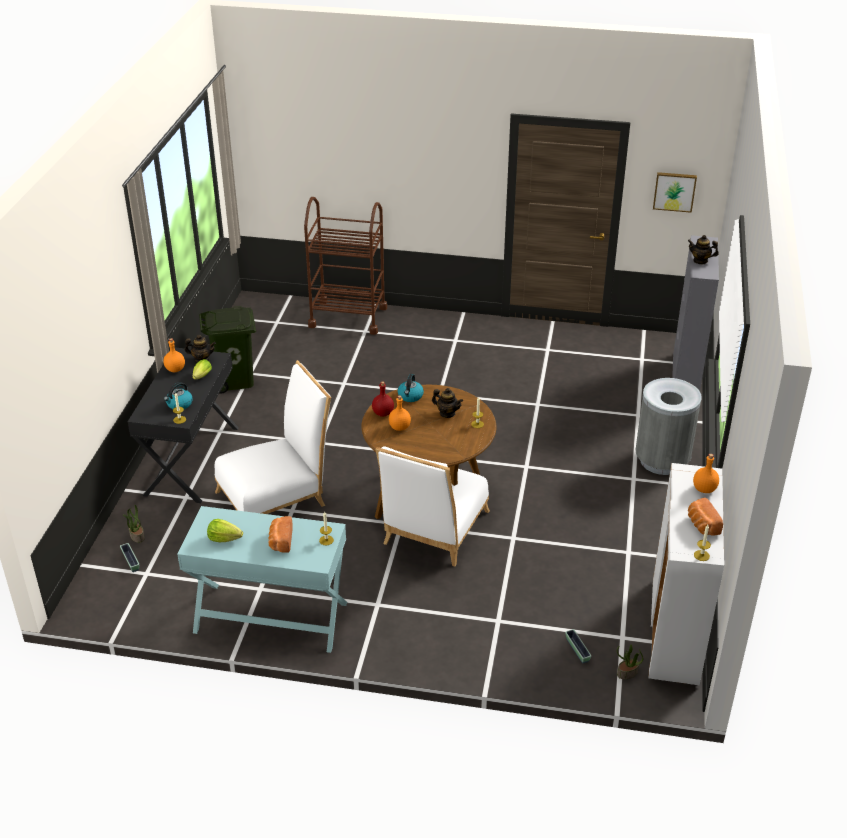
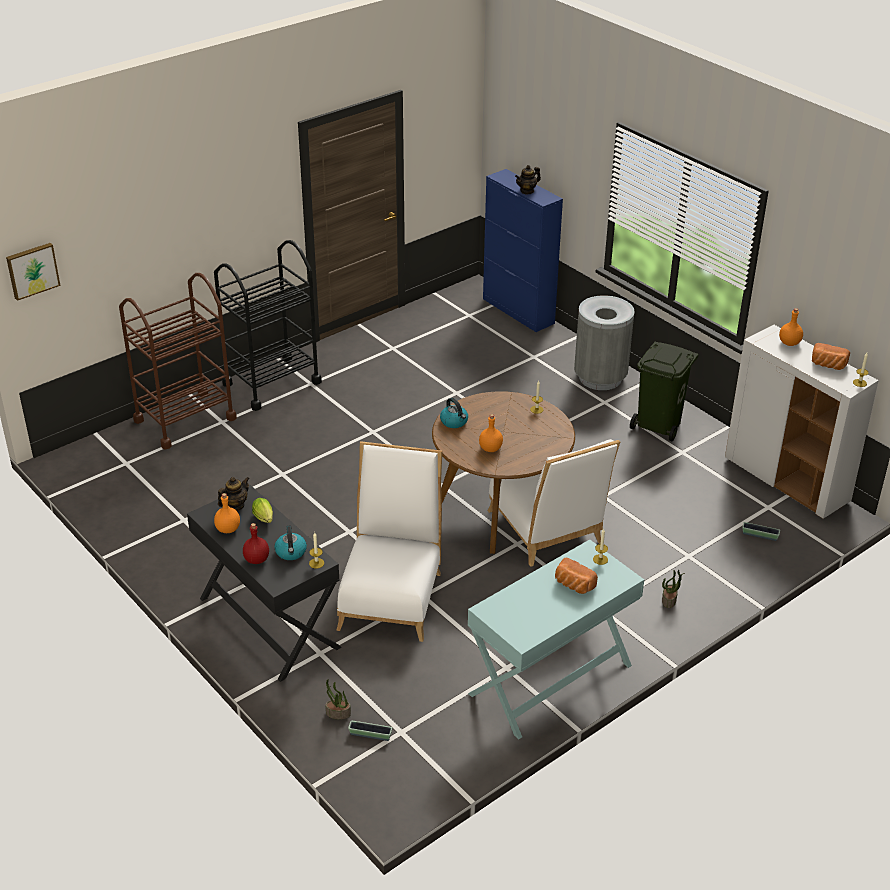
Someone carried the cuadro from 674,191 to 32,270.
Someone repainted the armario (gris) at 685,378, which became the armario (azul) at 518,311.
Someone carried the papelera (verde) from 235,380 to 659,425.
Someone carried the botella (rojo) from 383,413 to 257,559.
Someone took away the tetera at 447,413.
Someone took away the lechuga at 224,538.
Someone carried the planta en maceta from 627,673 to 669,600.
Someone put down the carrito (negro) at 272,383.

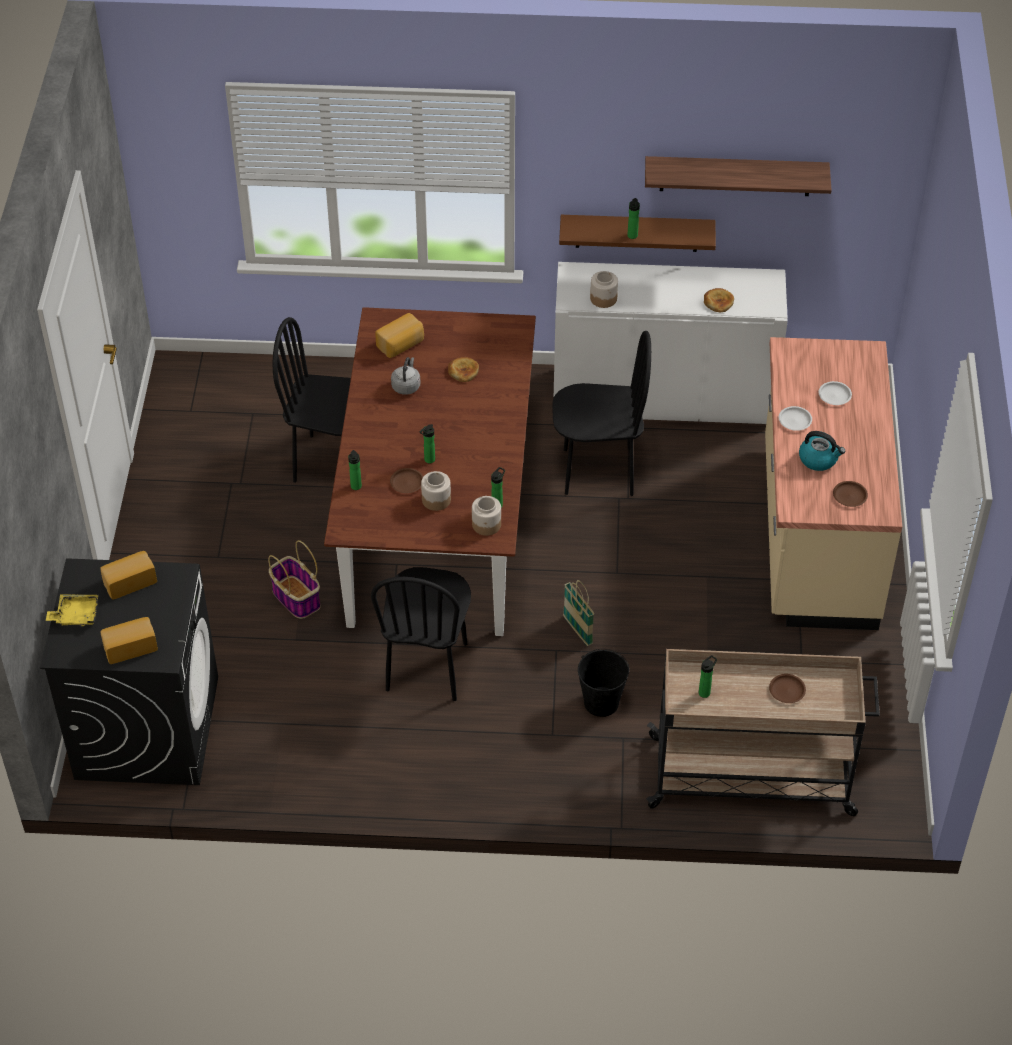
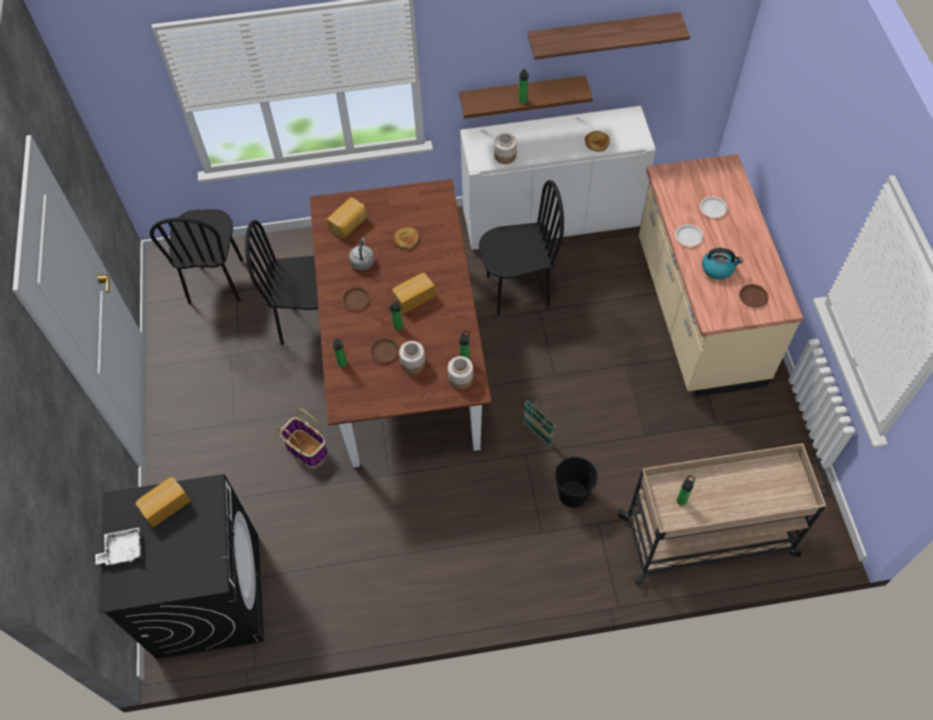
Someone carried the silla (negro) from 427,667 to 216,281.
Someone repainted the bandeja (amarillo) at 76,615, which became the bandeja (blanco) at 123,550.
Someone carried the pan from 130,646 to 413,297.
Someone carried the plato (marrón) from 786,690 to 356,299.

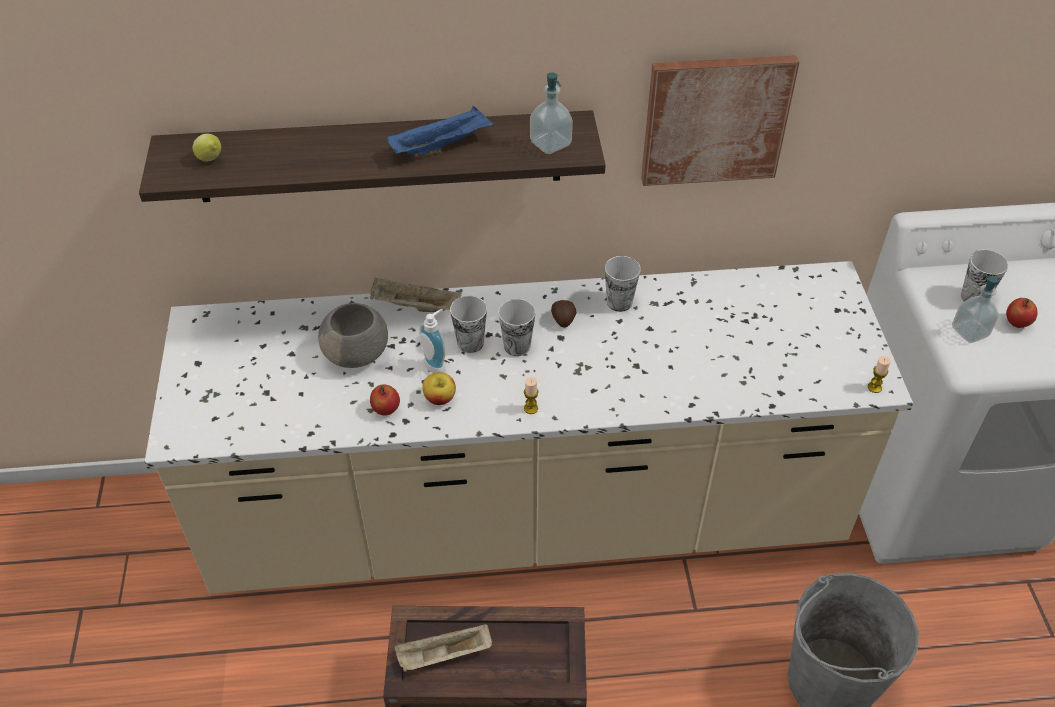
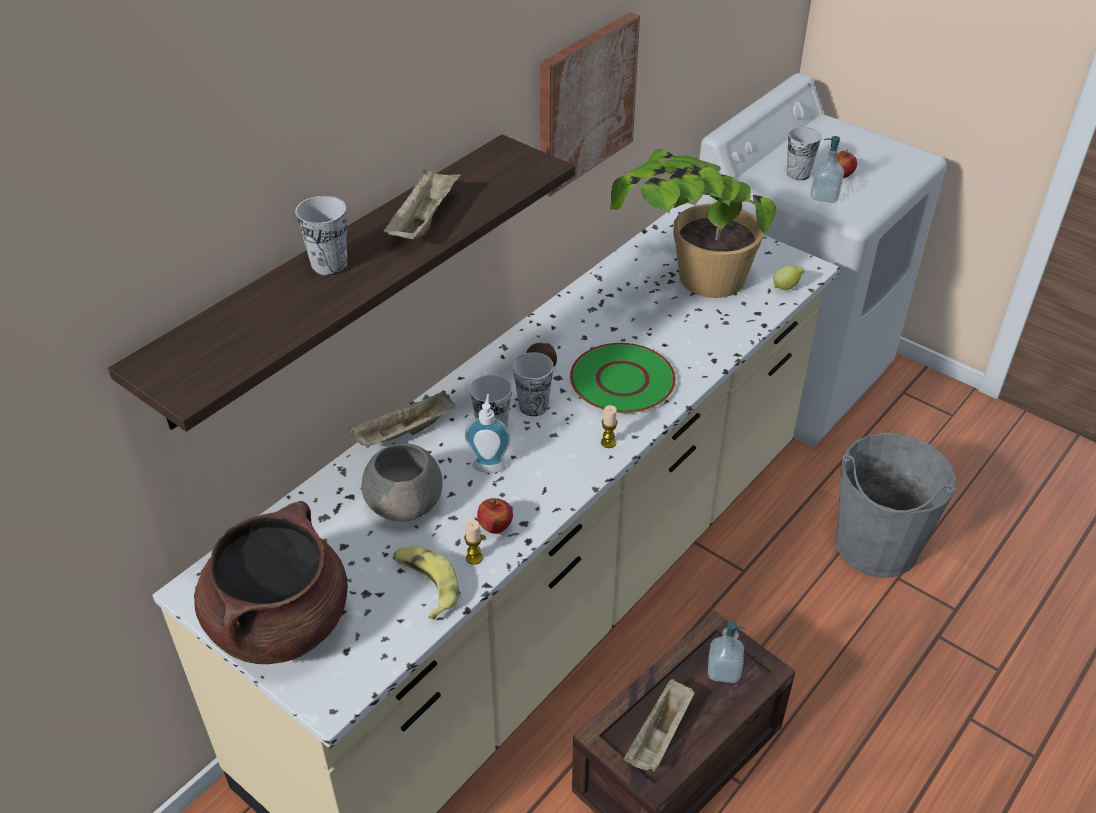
Someone carried the dispensador de jabón from 550,144 to 723,670.
Someone repainted the bandeja (azul) at 442,146, which became the bandeja (beis) at 423,221.
Someone carried the limón from 211,160 to 786,287.
Someone carried the taza from 619,302 to 329,265.
Someone carried the vela from 874,387 to 474,558.
Someone took away the manzana at 440,398.
Someone put down the planta en maceta at 684,290.
Someone put down the plato (verde) at 622,381.
Someone put down the olla (marrón) at 280,622.
Someone put down the plátano at 426,584.

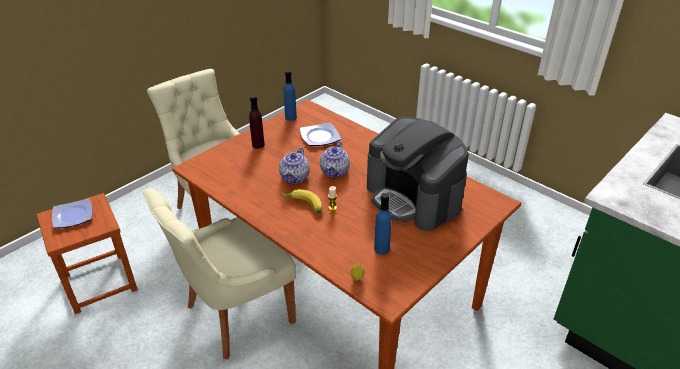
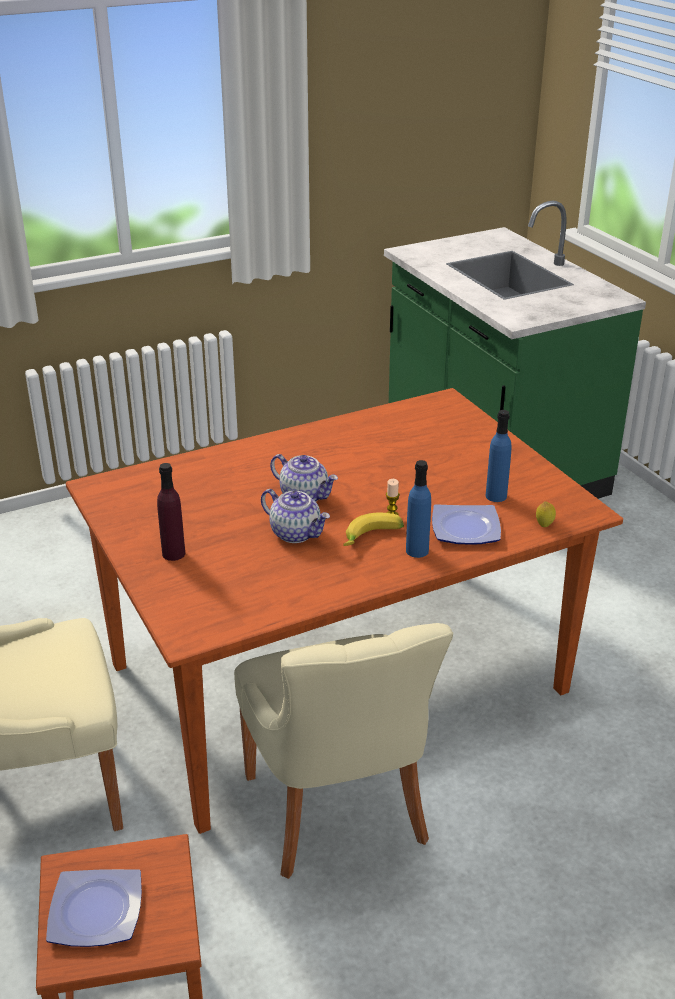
Someone carried the botella (azul) from 290,117 to 417,550.
Someone took away the cafetera at 414,197.
Someone carried the plato from 321,137 to 467,528.

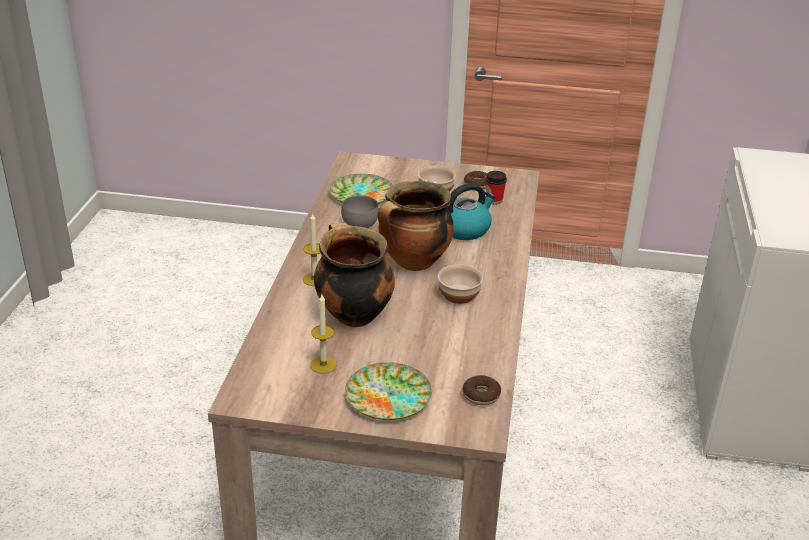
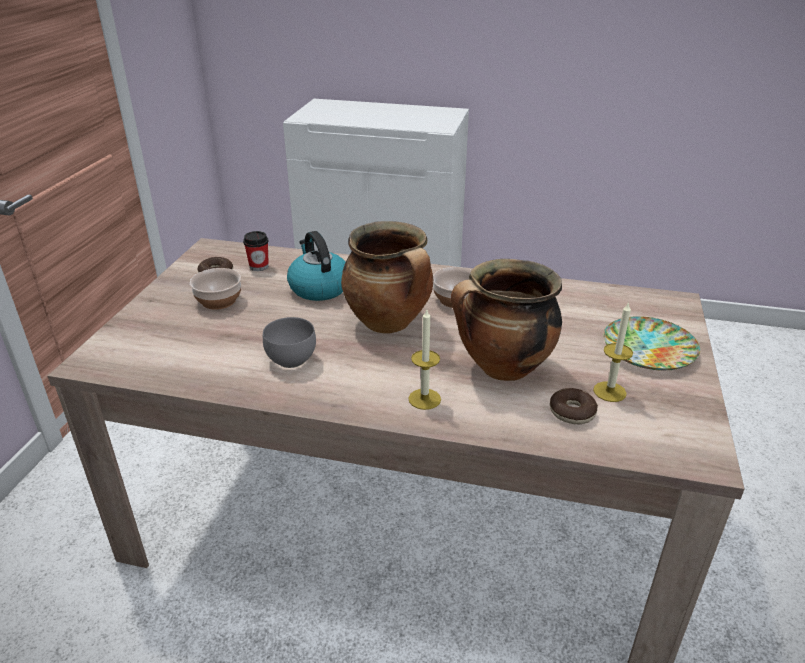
Someone took away the plato at 361,194.
Someone carried the rosquilla from 481,395 to 572,412.

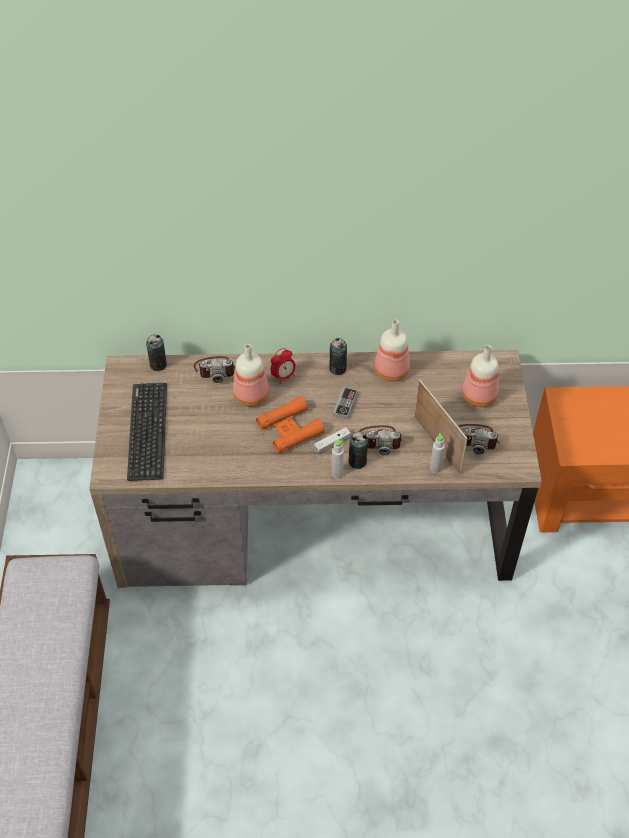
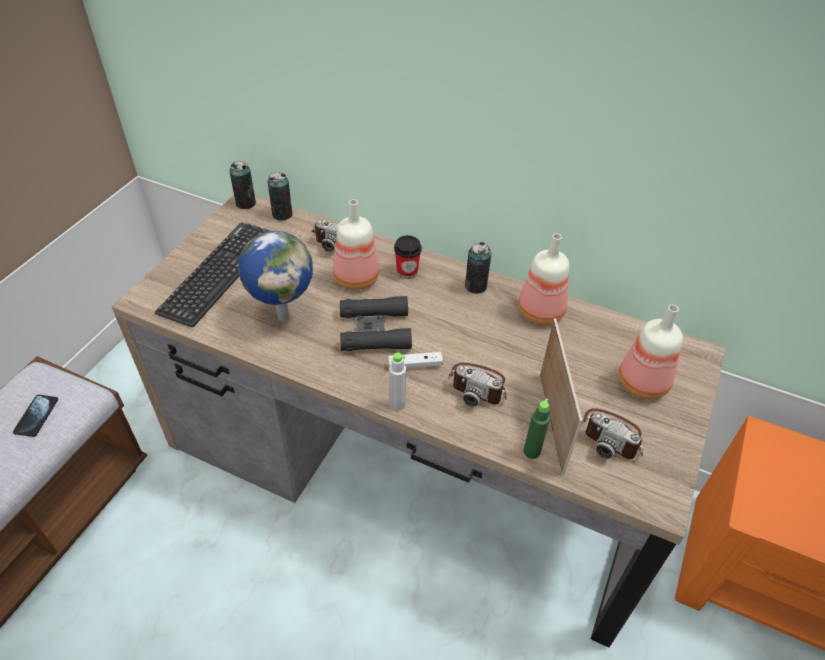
Someone swapped the despertador at 283,376 for the taza at 407,272.
Someone took away the mando de consola at 345,404.
Someone repainted the prismáticos (naranja) at 290,429, which became the prismáticos (negro) at 375,330.
Someone carried the lata from 357,462 to 245,203.
Someone repainted the botella (gris) at 435,468, which became the botella (verde) at 531,451.
Someone put down the globo terráqueo at 283,316.
Someone put down the móvil at 36,416.

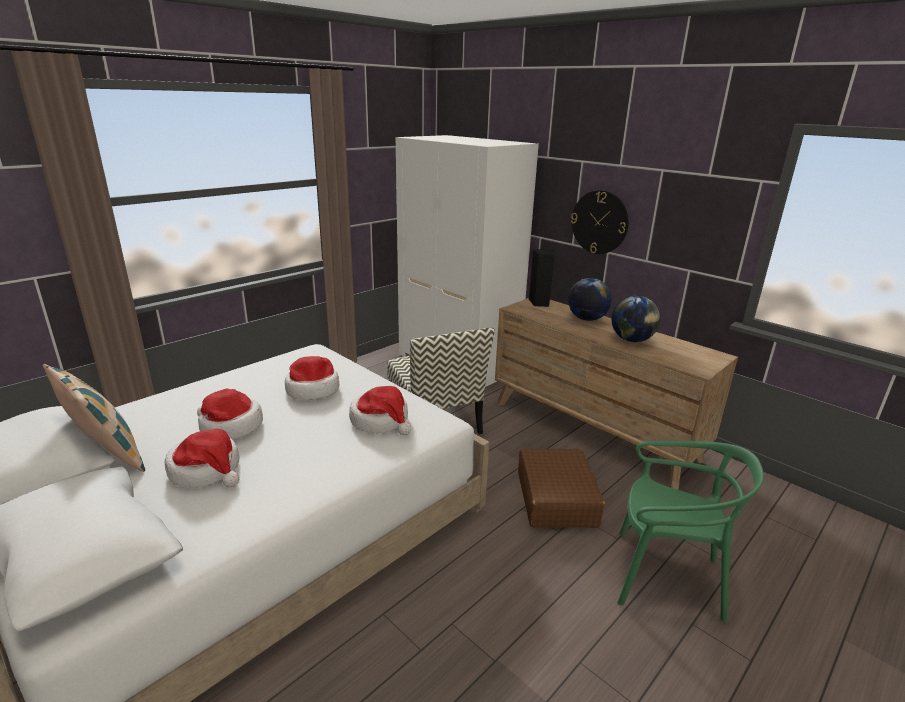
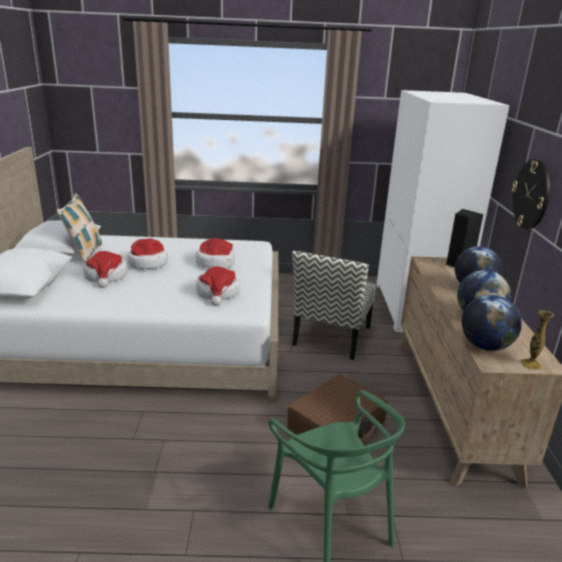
Someone put down the globo terráqueo at 485,346.
Someone put down the florero at 531,364.

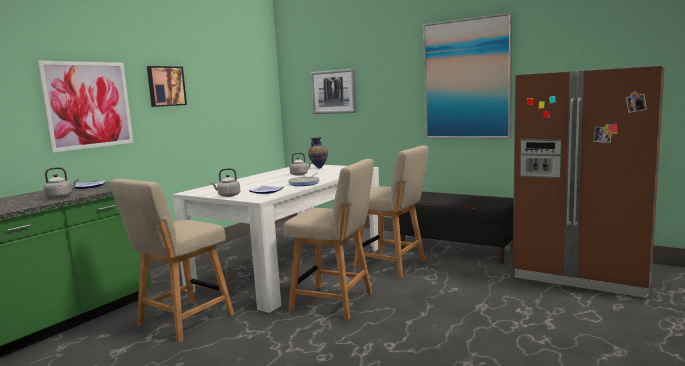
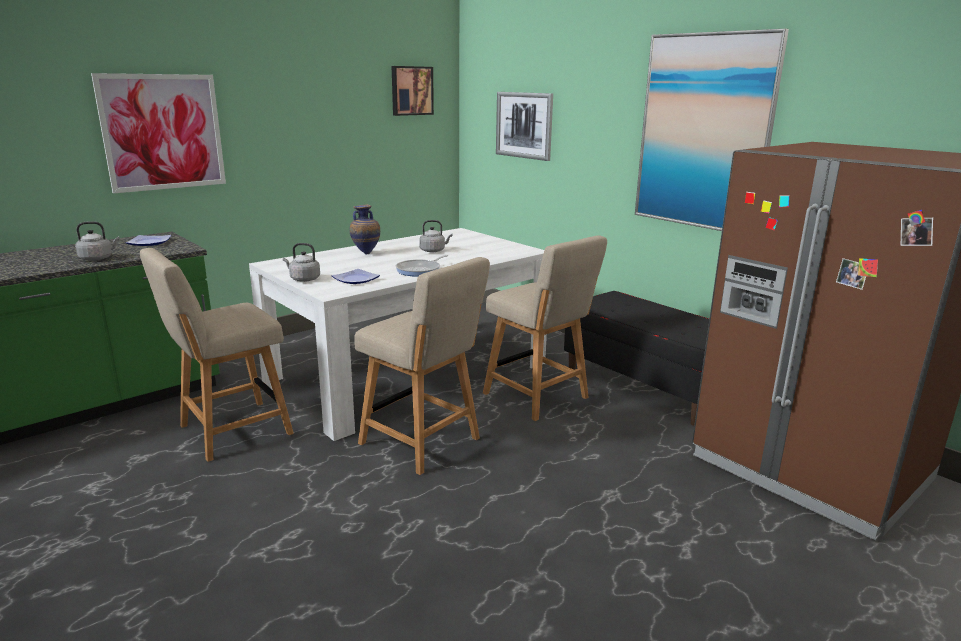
Someone carried the cuadro from 166,86 to 411,90.
Someone carried the florero from 318,168 to 366,253.

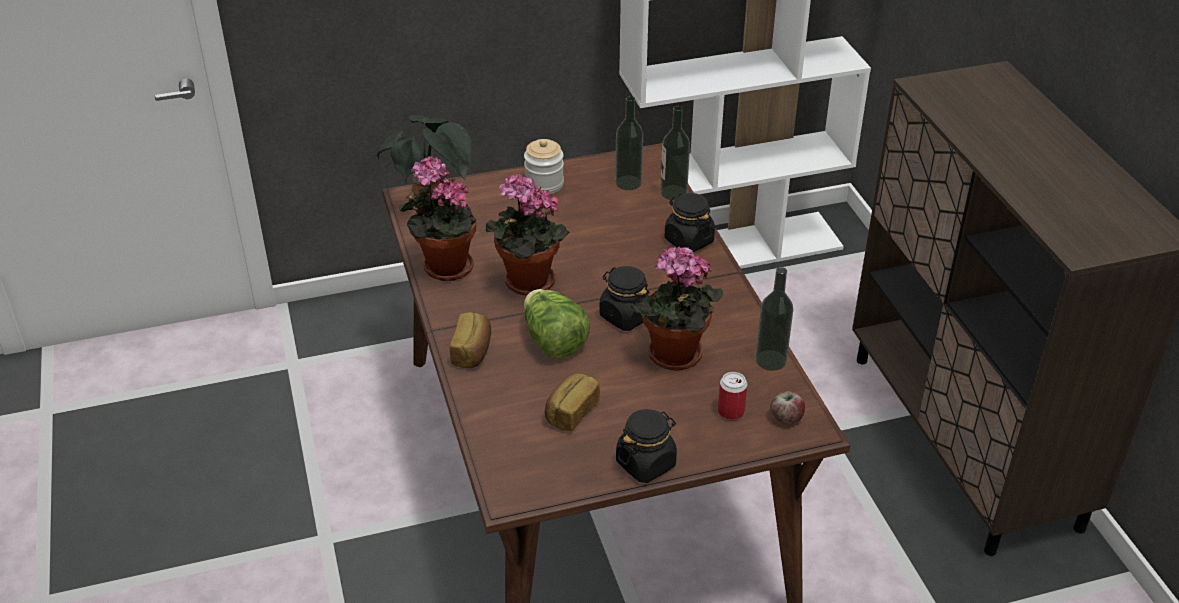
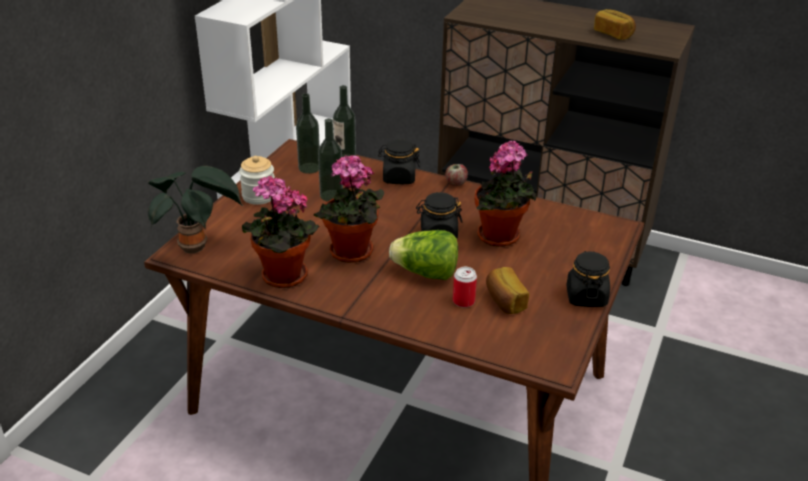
Someone carried the botella from 771,360 to 331,195.
Someone carried the pan from 473,352 to 613,34.
Someone carried the lata from 731,411 to 463,301.
Someone carried the manzana from 786,418 to 455,183.

